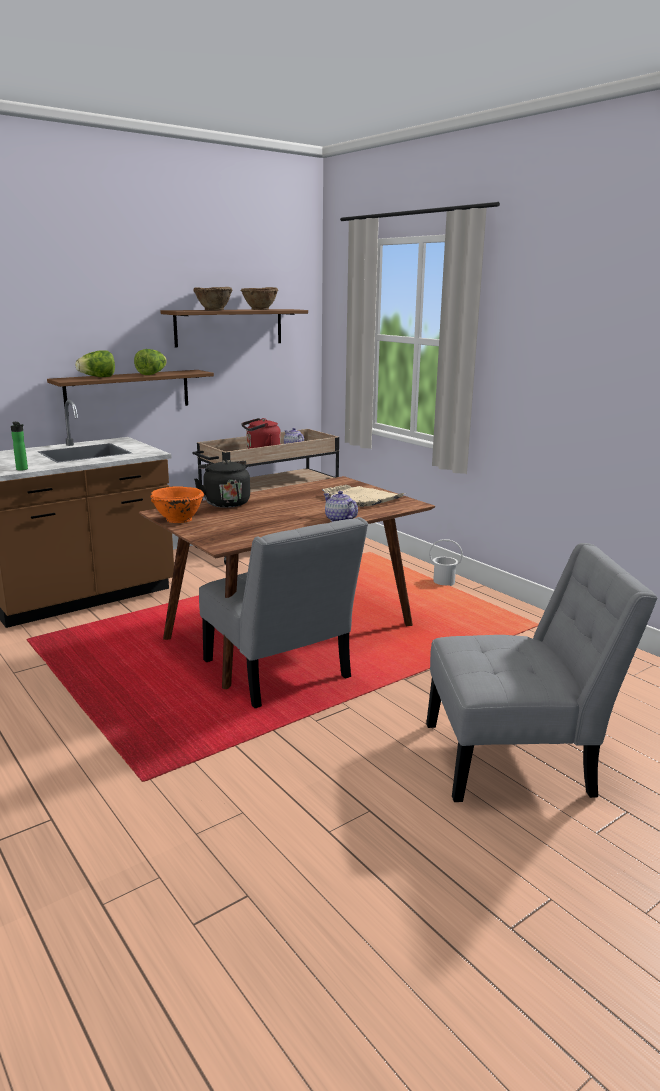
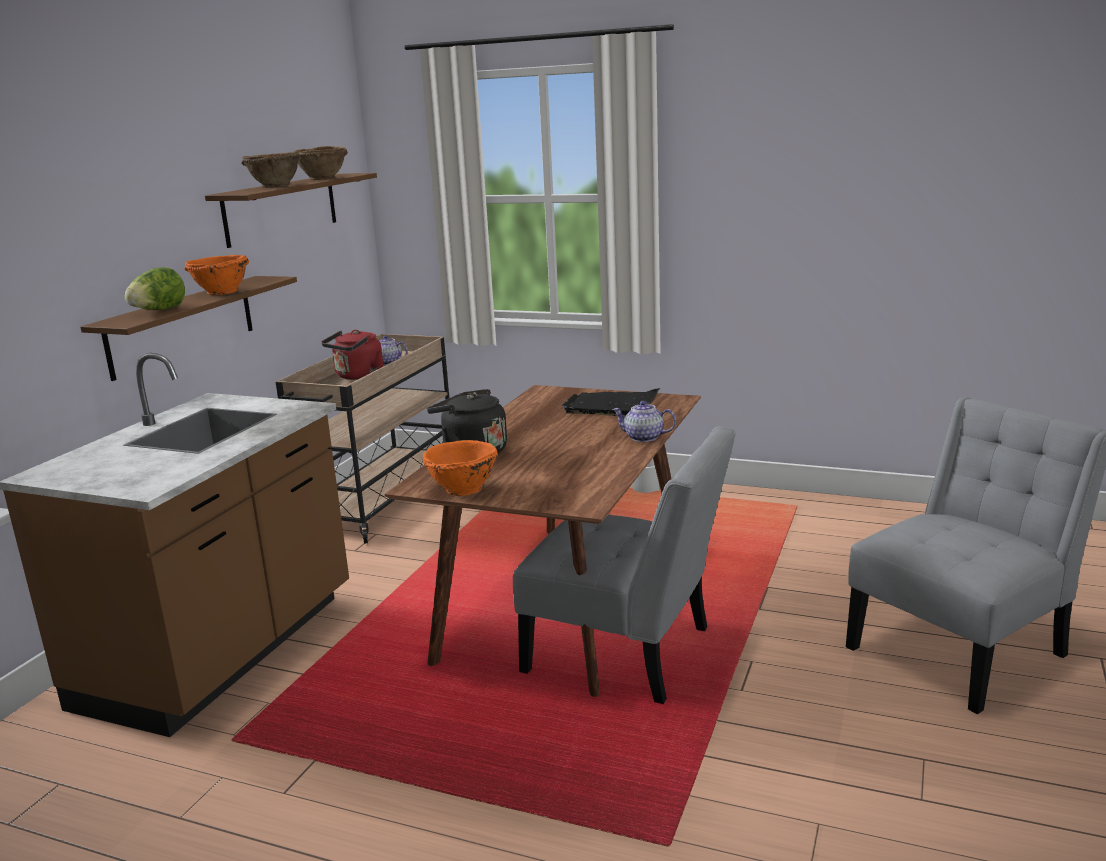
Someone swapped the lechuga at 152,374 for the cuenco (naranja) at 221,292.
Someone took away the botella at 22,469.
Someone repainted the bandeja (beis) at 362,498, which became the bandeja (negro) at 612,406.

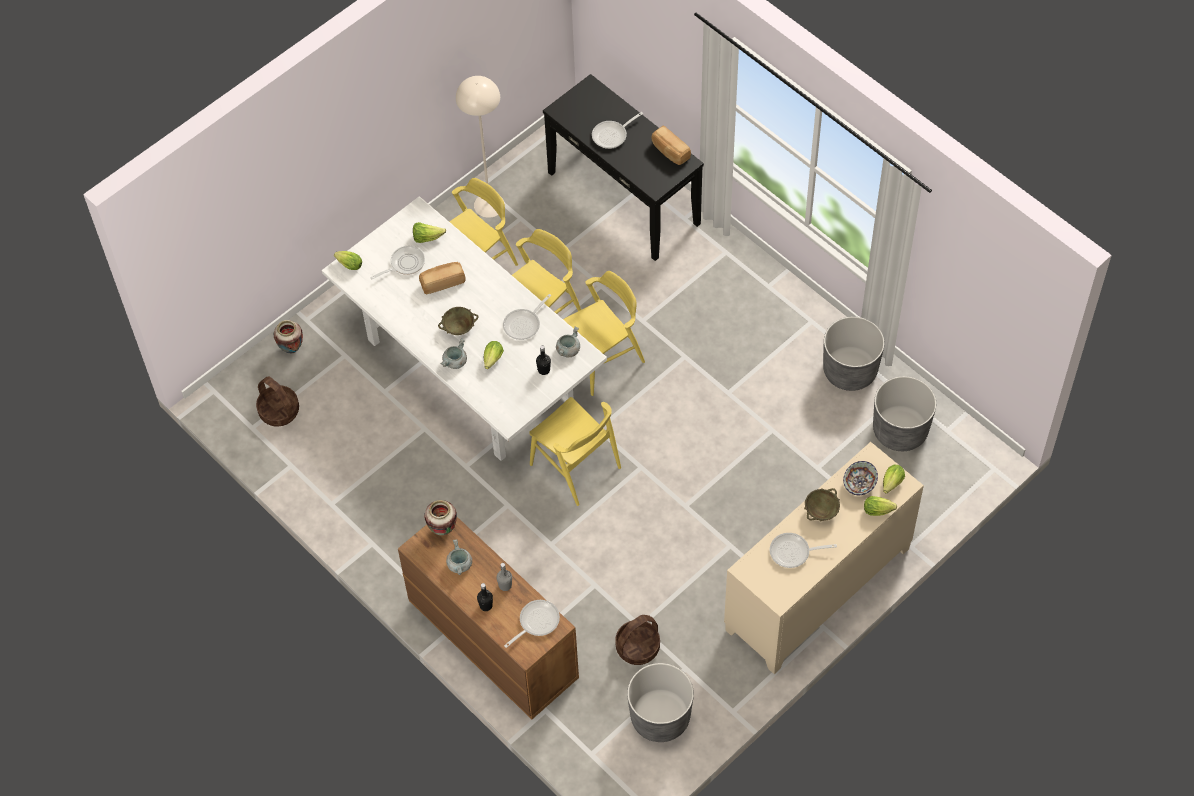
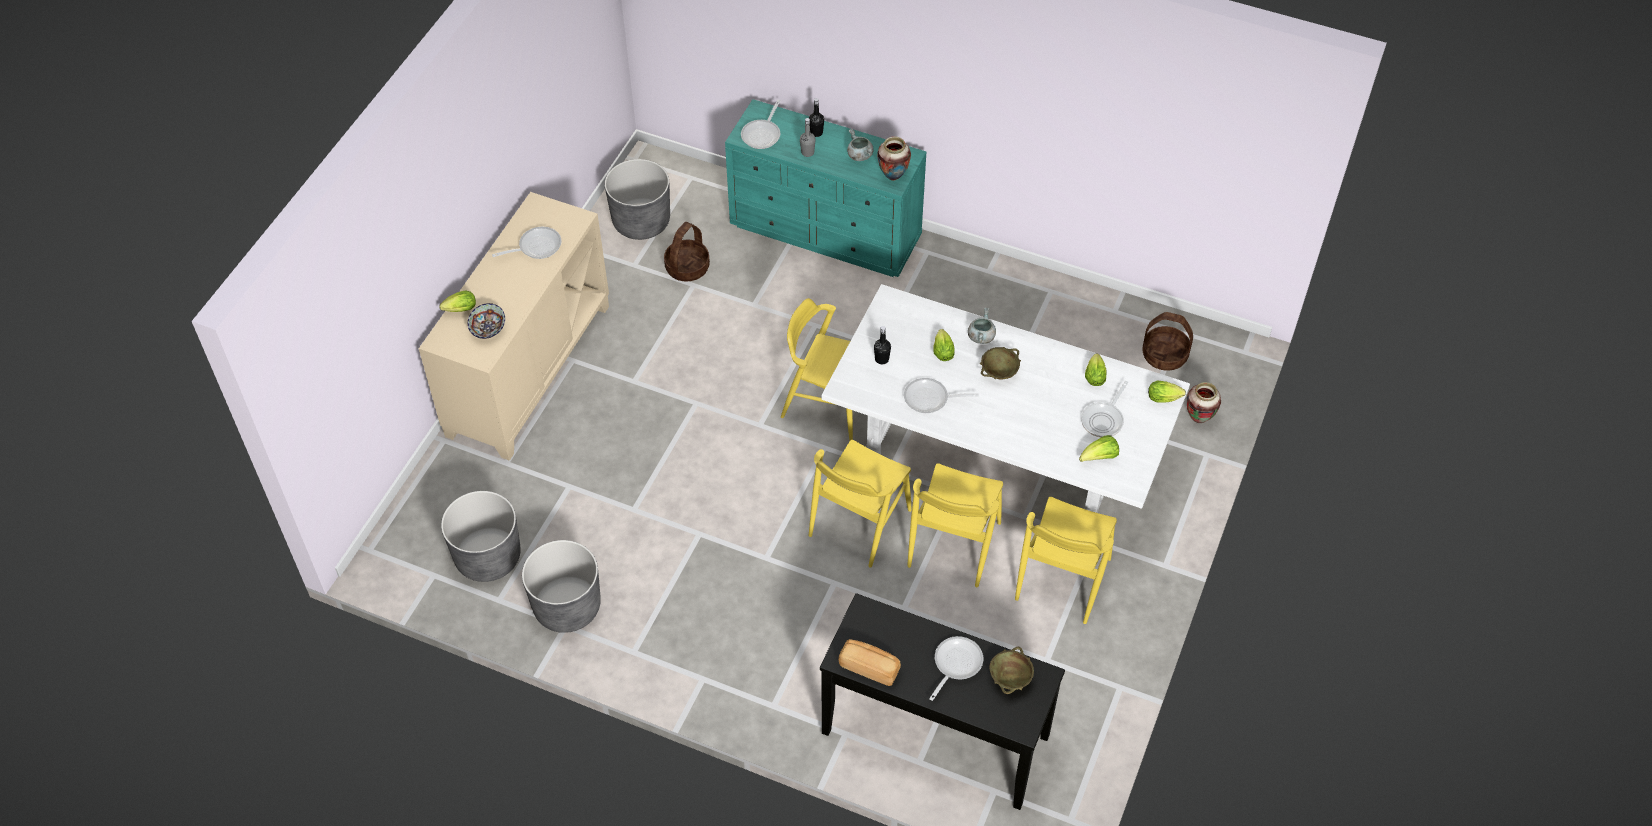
Someone took away the lámpara de pie (beis) at 489,205.
Someone took away the pan at 442,282.
Someone rotated the sartén at 524,324 by 105 degrees counterclockwise.
Someone took away the olla (gris) at 568,350.
Someone carried the lechuga from 891,484 to 1094,375.
Someone carried the cuenco (beis) from 821,511 to 1010,678.
Someone repainted the cómoda (marrón) at 492,640, which became the cómoda (turquesa) at 826,231.

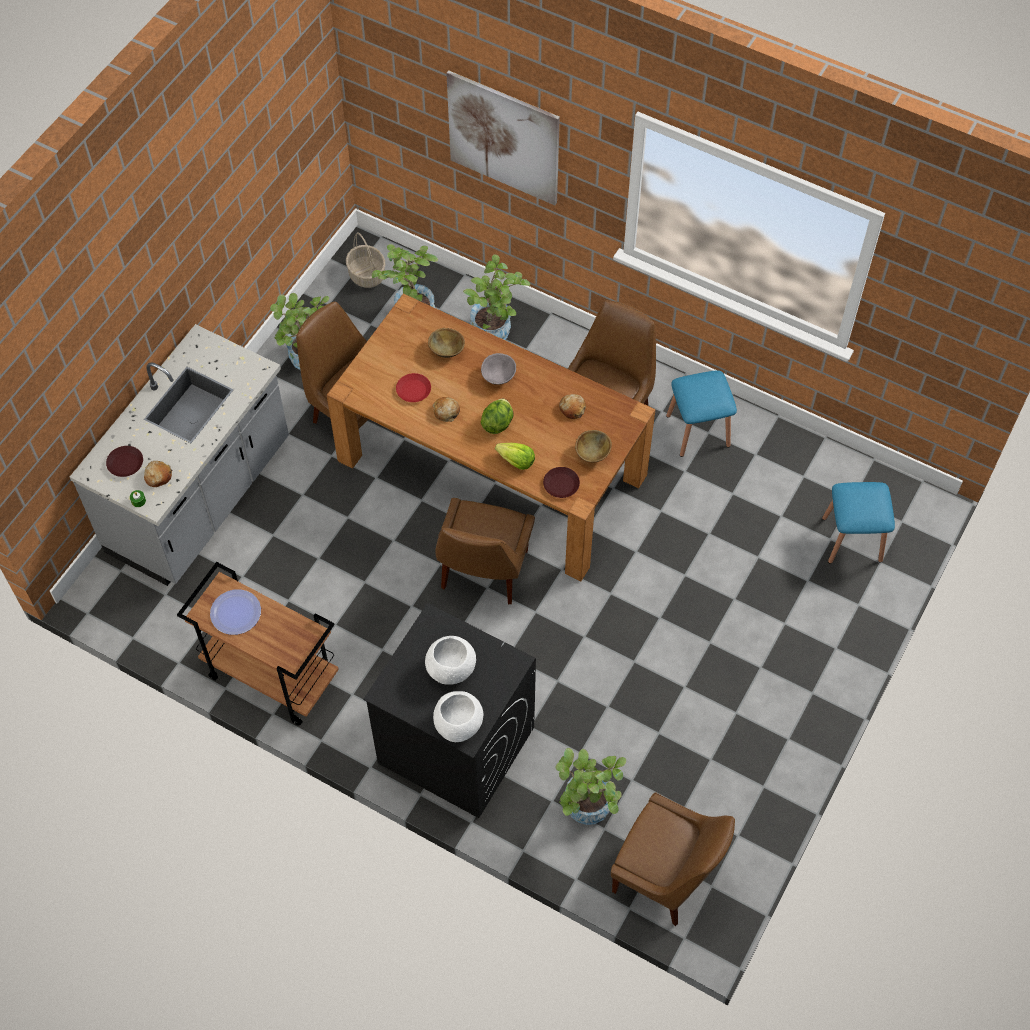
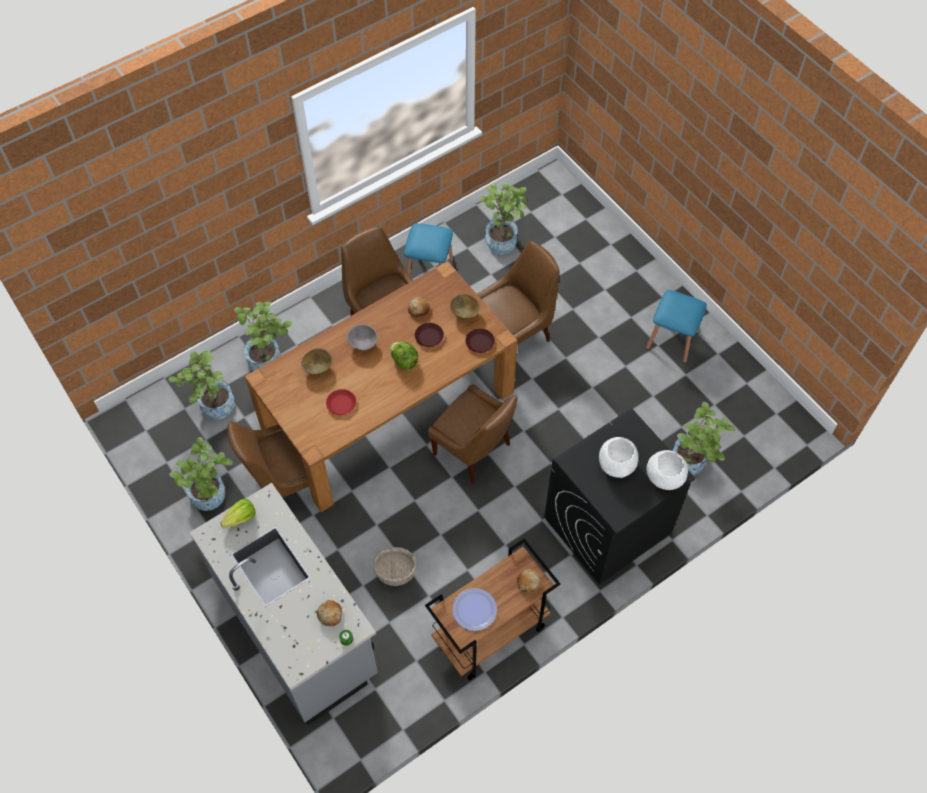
Someone took away the cuadro at 504,138.
Someone carried the cesta from 366,275 to 395,572.
Someone carried the pan from 446,412 to 529,582.
Someone carried the lechuga from 516,461 to 241,518.
Someone carried the plato (marrón) from 125,464 to 429,337.
Someone carried the taburete (azul) from 852,539 to 672,340.
Someone carried the silla (marrón) from 666,877 to 516,332.
Someone put down the planta en maceta at 503,239.

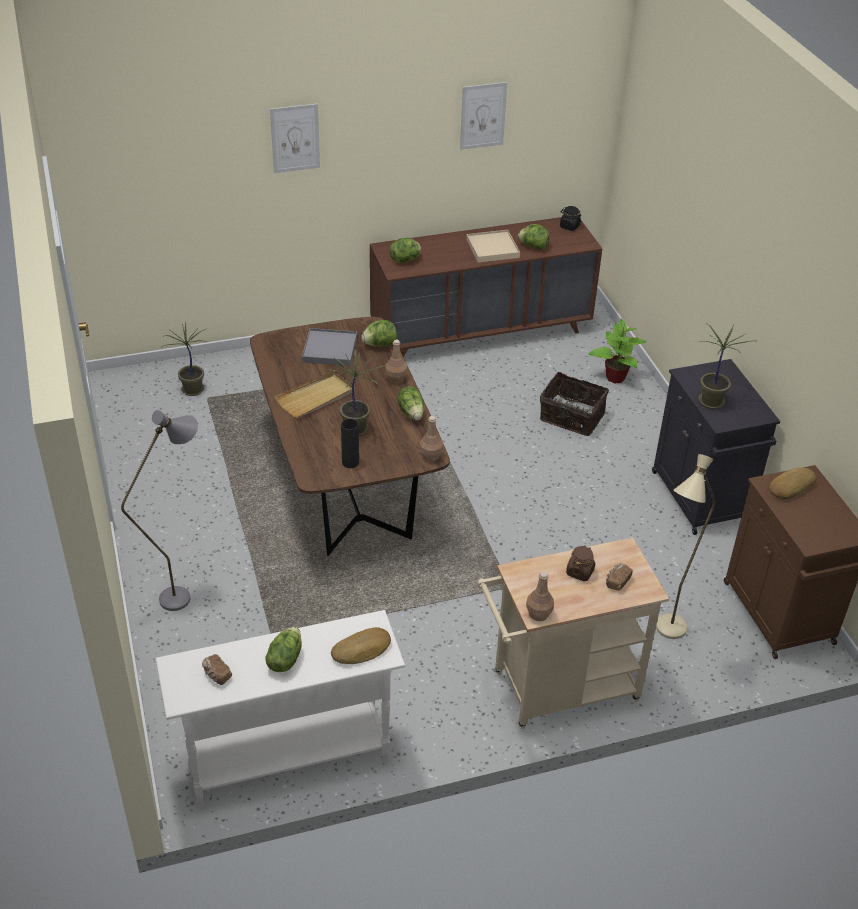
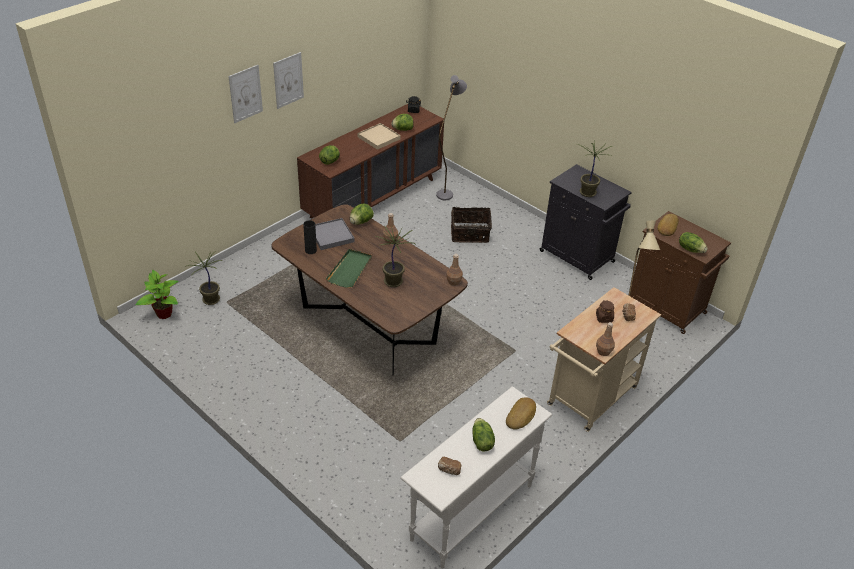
Someone carried the cuadro from 483,116 to 288,80.
Someone carried the planta en maceta from 615,377 to 164,313.
Someone repainted the bandeja (beis) at 316,397, which became the bandeja (verde) at 350,270.
Someone carried the lechuga from 412,412 to 690,249.
Someone carried the lámpara de pie (gris) from 185,594 to 446,192.
Someone carried the florero (negro) from 350,462 to 310,250.

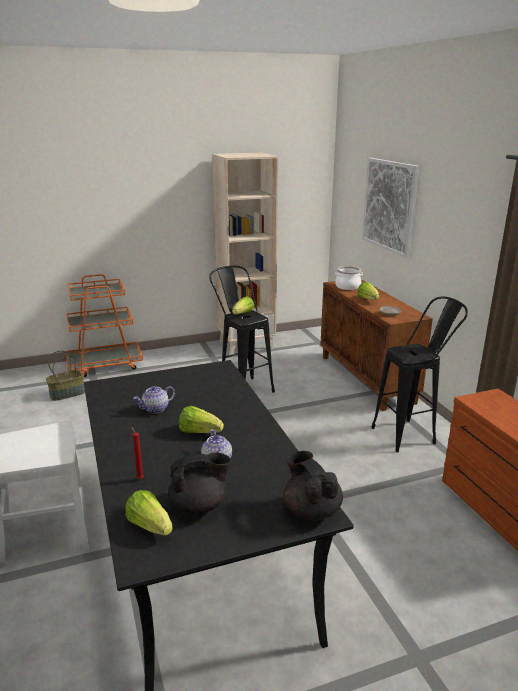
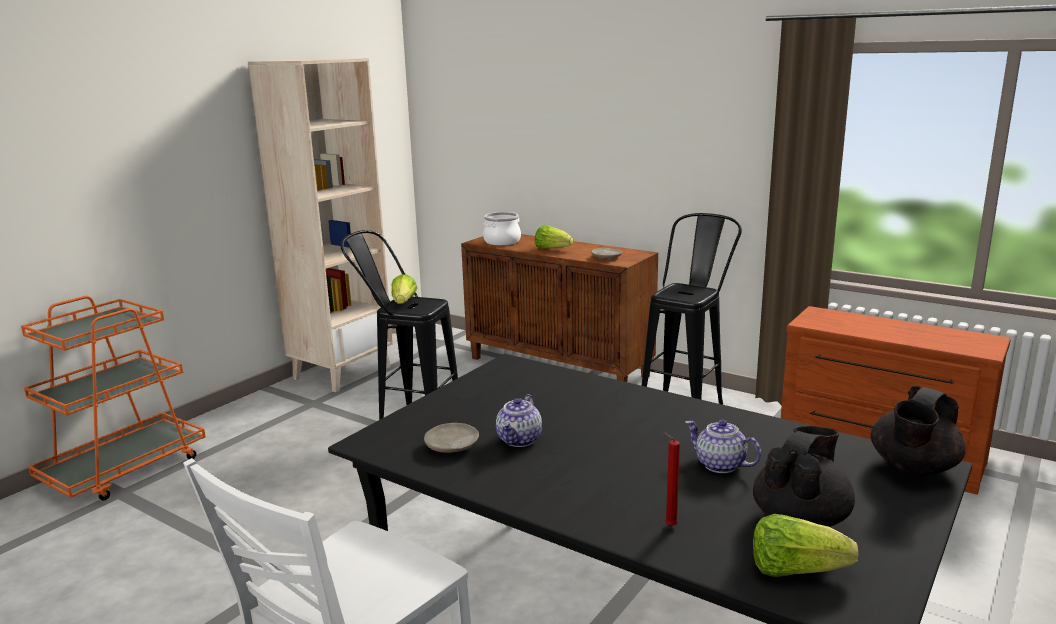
Someone took away the cuadro at 389,206.
Someone took away the cesta at 67,393.
Someone took away the lechuga at 199,432.
Someone rotated the tetera (negro) at 311,510 by 75 degrees counterclockwise.
Someone put down the plato (beis) at 451,446.

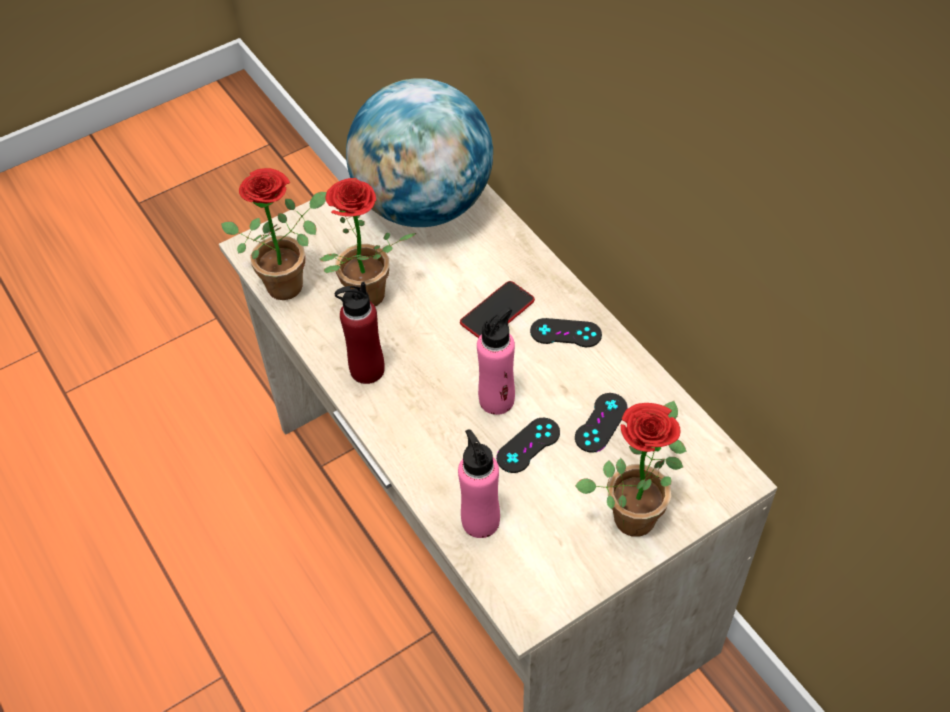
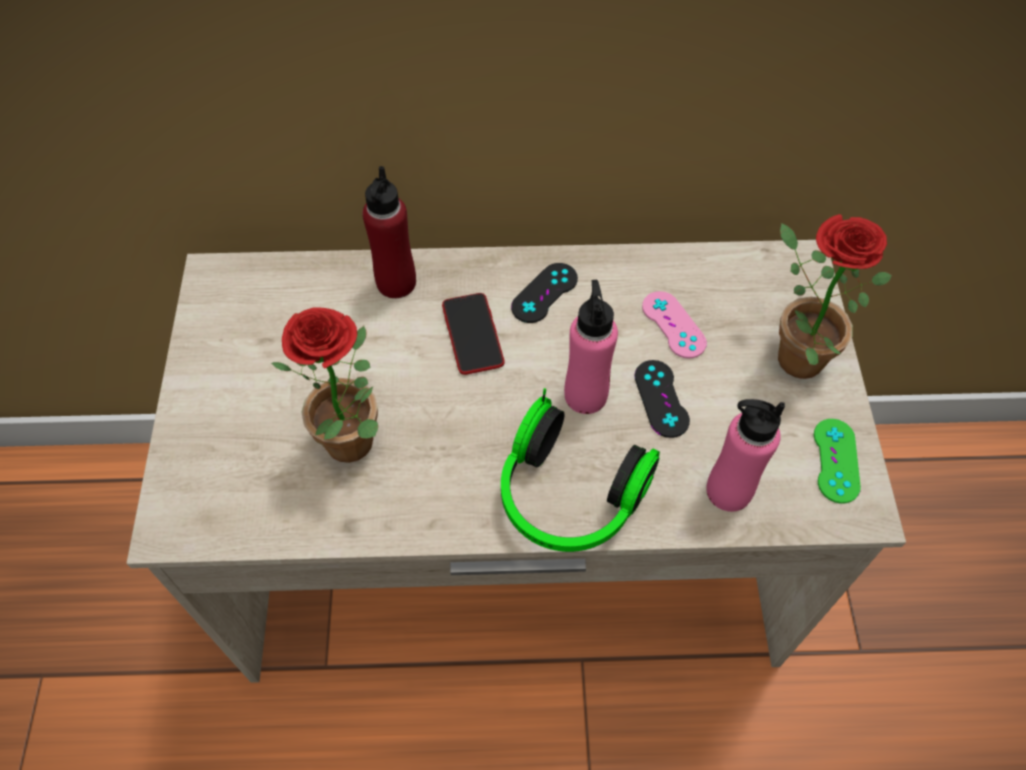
Someone took away the globo terráqueo at 423,205.
Someone took away the planta en maceta at 290,281.
Someone carried the botella (rojo) from 367,369 to 396,282.
Someone repainted the mando de consola (negro) at 601,422, which became the mando de consola (rosa) at 673,325.
Someone put down the auriculares at 567,498.
Someone put down the mando de consola (verde) at 836,460.

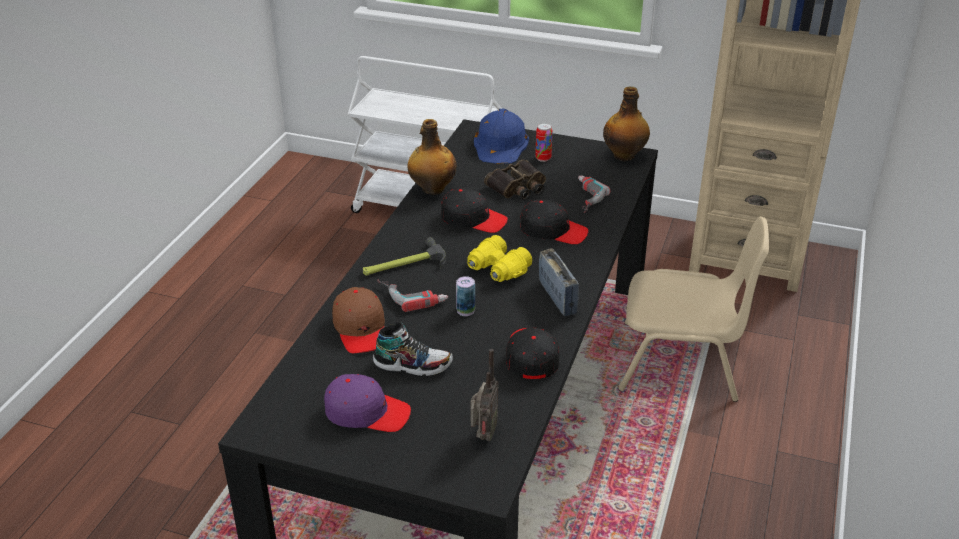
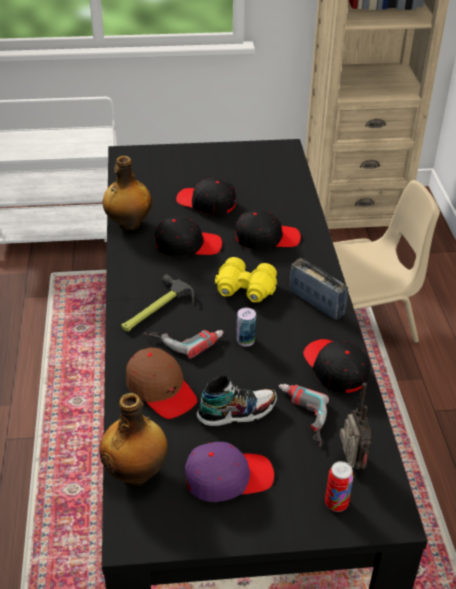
Someone carried the botella from 624,156 to 136,473.
Someone took away the casco (azul) at 501,144.
Someone carried the lata from 543,158 to 336,503.
Someone swapped the prismáticos at 518,187 for the gorra (negro) at 206,203.
Someone carried the taladro from 582,197 to 299,417.

